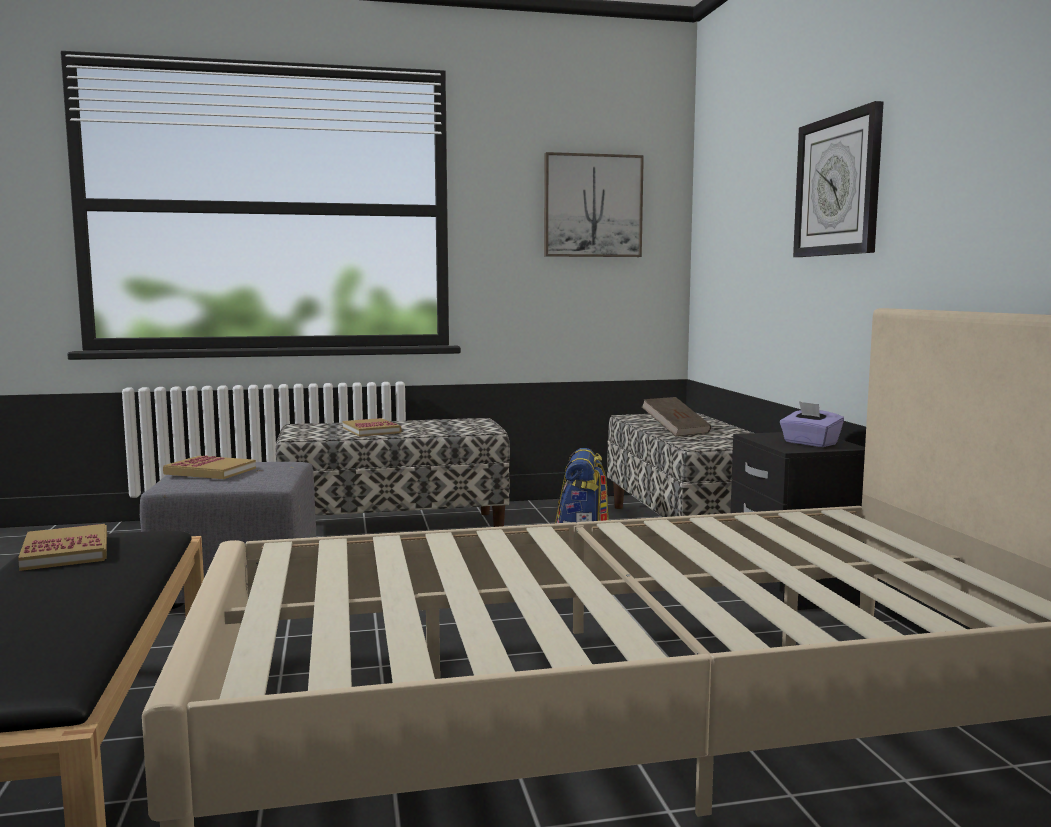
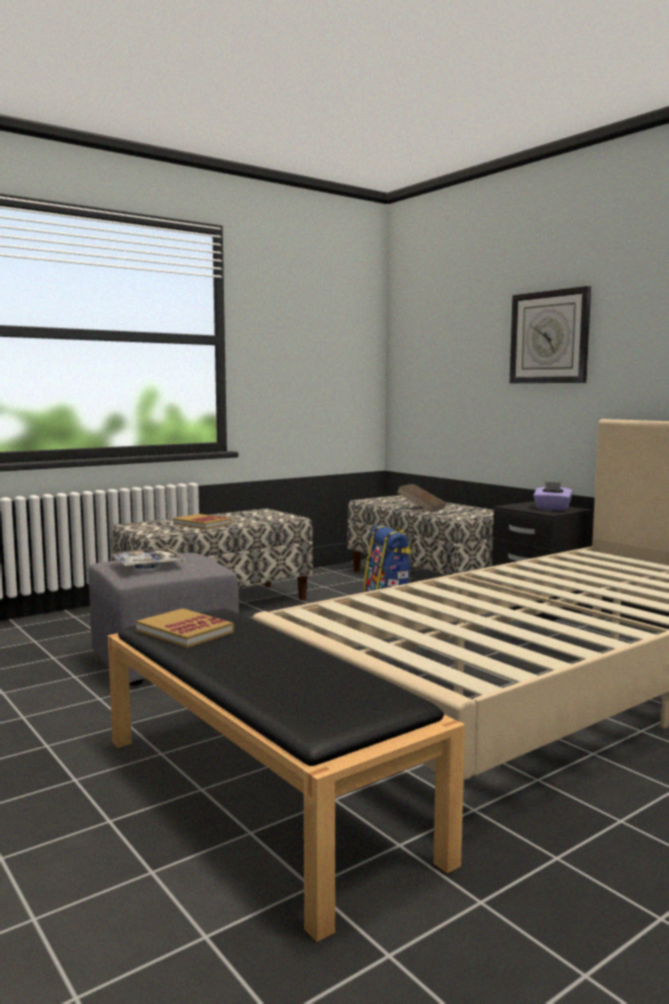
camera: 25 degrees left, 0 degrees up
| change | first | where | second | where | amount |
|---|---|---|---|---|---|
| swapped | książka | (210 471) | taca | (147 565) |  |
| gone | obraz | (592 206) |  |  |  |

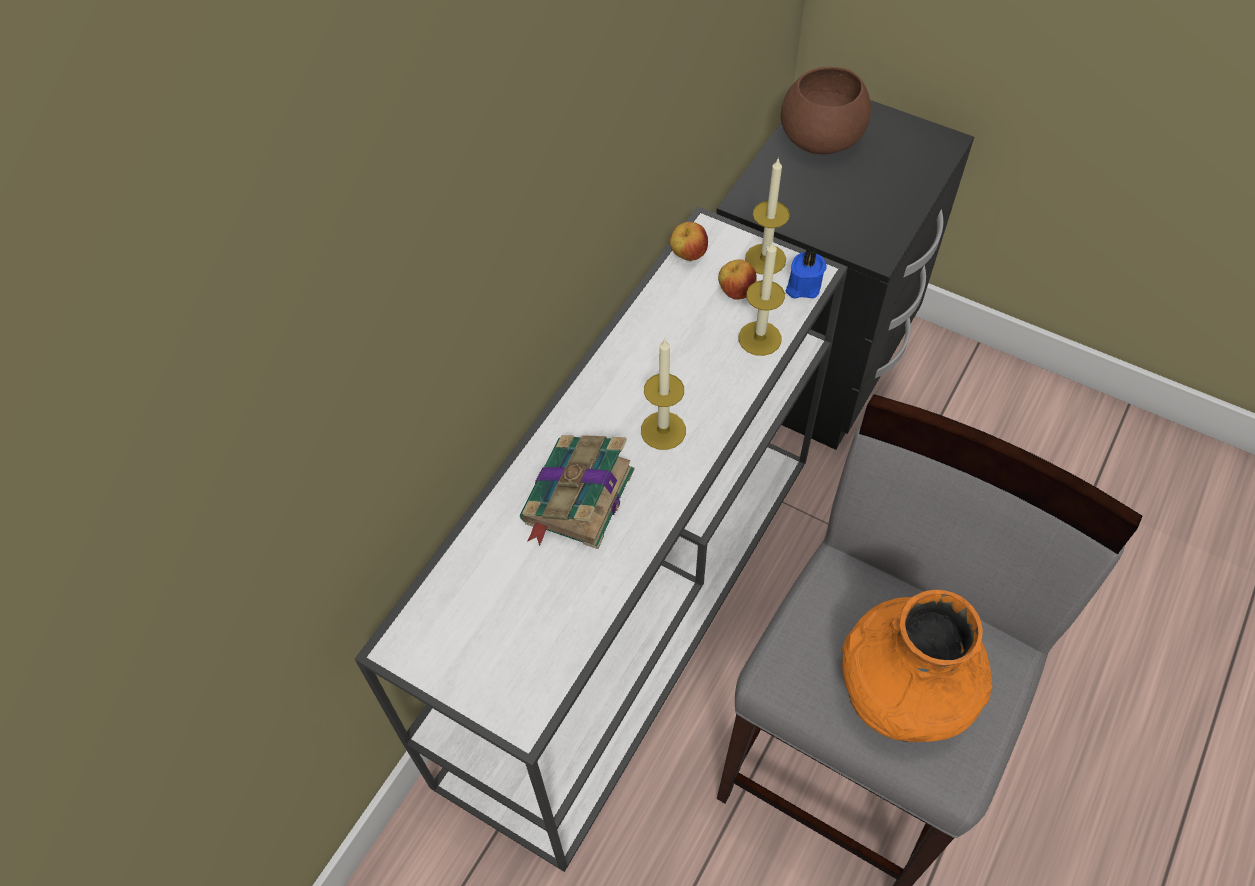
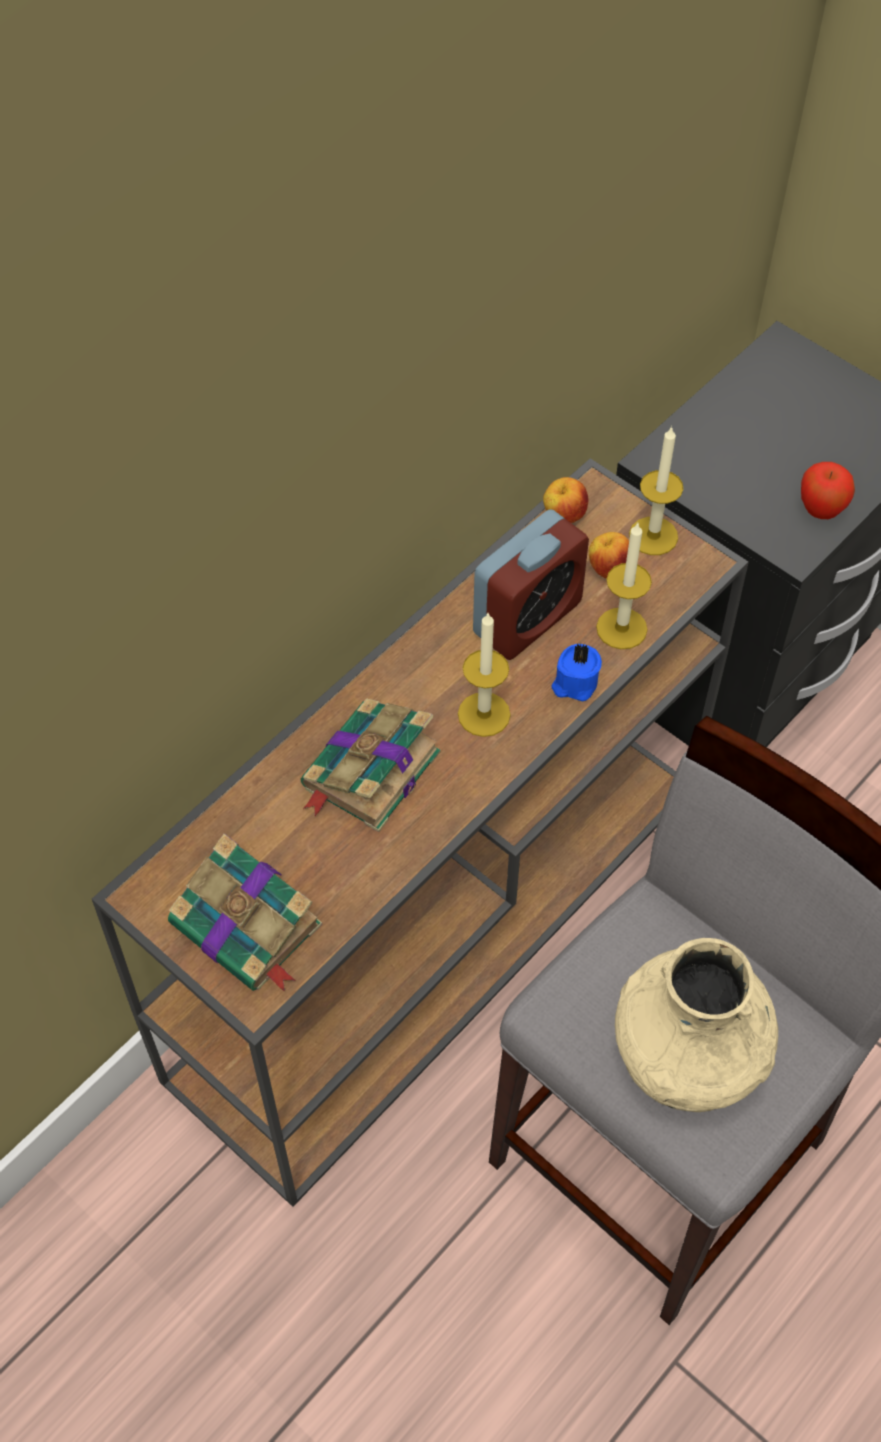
camera: 10 degrees right, 0 degrees up
| change | first | where | second | where | amount |
|---|---|---|---|---|---|
| repainted | stolik konsolowy/biały | (634 607) | stolik konsolowy/brązowy | (443 922) |  |
| new |  |  | książka | (248 926) |  |
| new |  |  | budzik | (527 618) |  |
| shifted | świeca/niebieski | (802 286) |  | (574 683) |  |
| repainted | wazon/pomarańczowy | (904 687) | wazon/beżowy | (688 1050) |  |
| new |  |  | jabłko | (820 510) |  |
| gone | miska/brązowy | (823 136) |  |  |  |

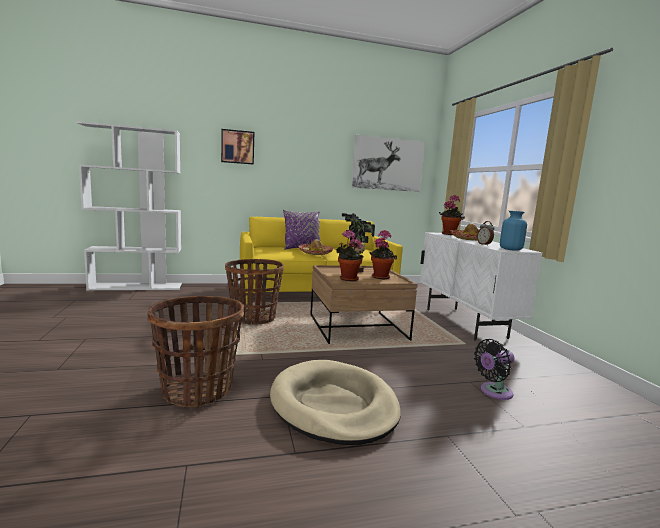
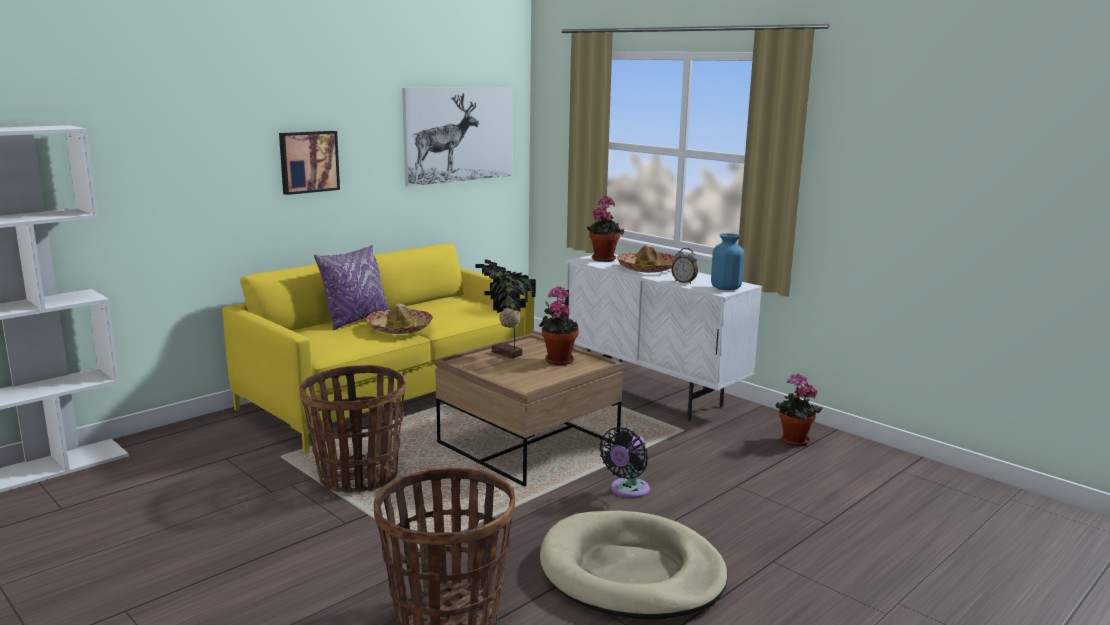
camera: 30 degrees left, 5 degrees up
| change | first | where | second | where | amount |
|---|---|---|---|---|---|
| shifted | obraz | (237 147) |  | (308 161) |  |
| shifted | wentylator/czarny | (493 392) |  | (627 491) |  |
| shifted | roślina doniczkowa | (347 279) |  | (793 441) |  |

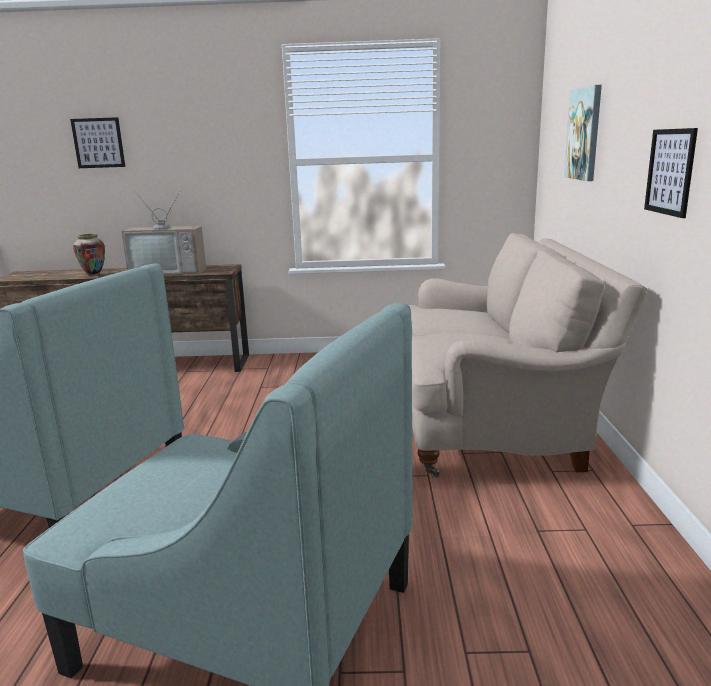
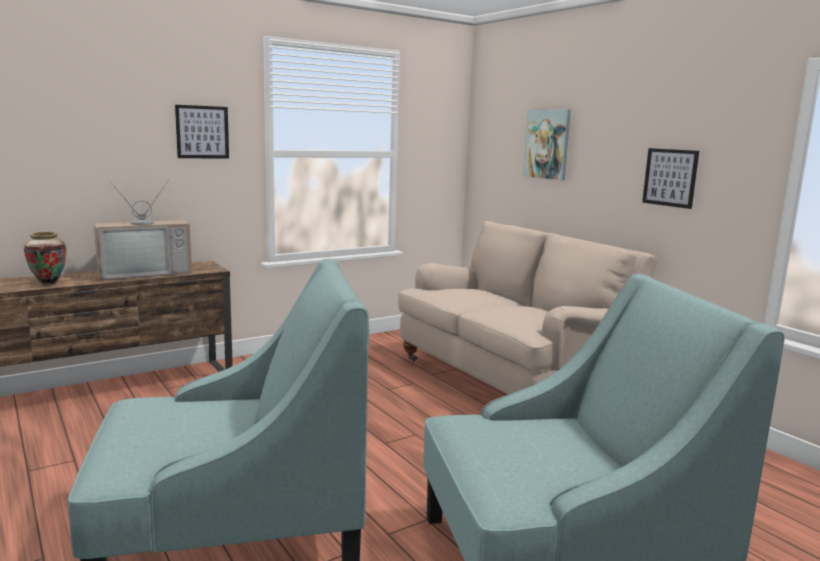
camera: 35 degrees left, 5 degrees down
| change | first | where | second | where | amount |
|---|---|---|---|---|---|
| shifted | obraz | (98 143) |  | (202 132) |  |

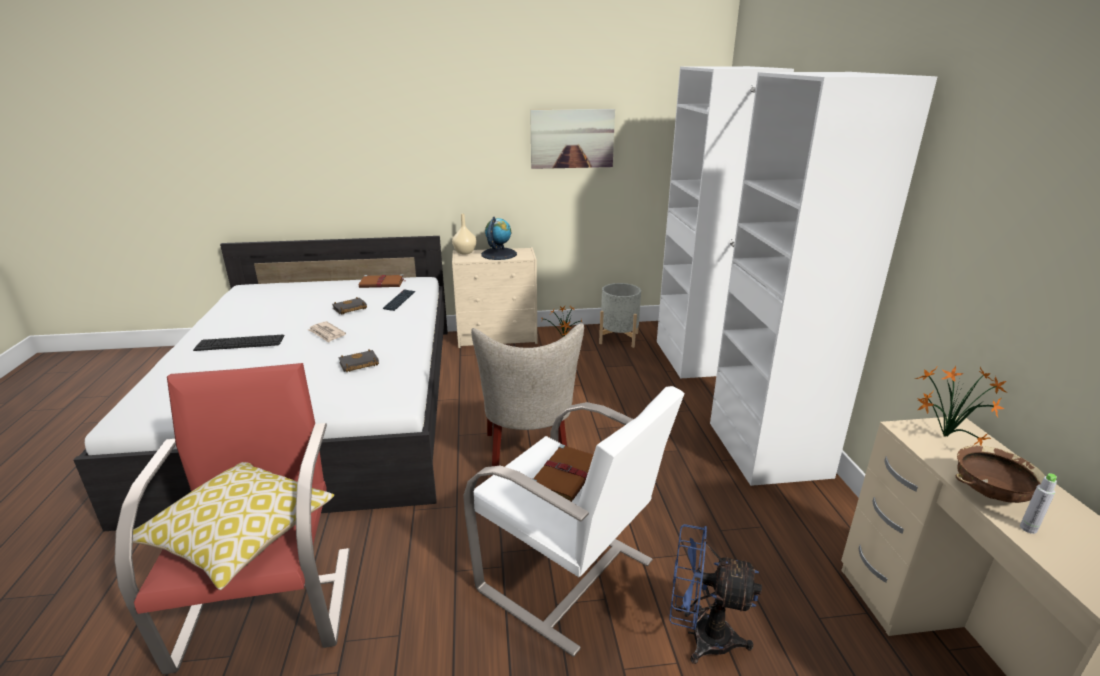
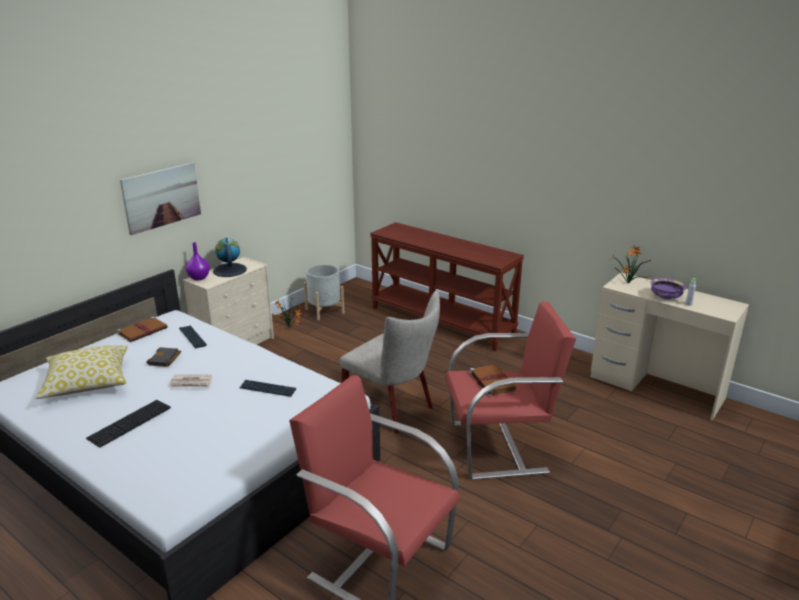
camera: 45 degrees left, 0 degrees up
| change | first | where | second | where | amount |
|---|---|---|---|---|---|
| shifted | poduszka | (238 535) |  | (87 383) |  |
| shifted | obraz | (572 138) |  | (162 197) |  |
| repainted | wazon/beżowy | (464 252) | wazon/fioletowy | (198 278) |  |
| swapped | książka/czarny | (358 365) | klawiatura | (267 389) |  |
| swapped | szafa/biały | (729 397) | stolik konsolowy/brązowy | (442 320) |  |
| repainted | fotel/biały | (568 576) | fotel/czerwony | (499 447) |  |
| repainted | miska/brązowy | (991 491) | miska/fioletowy | (665 297) |  |
| gone | wentylator/niebieski | (700 636) |  |  |  |

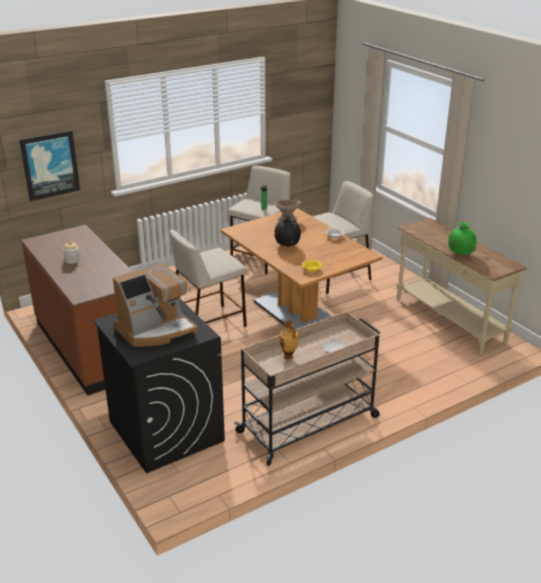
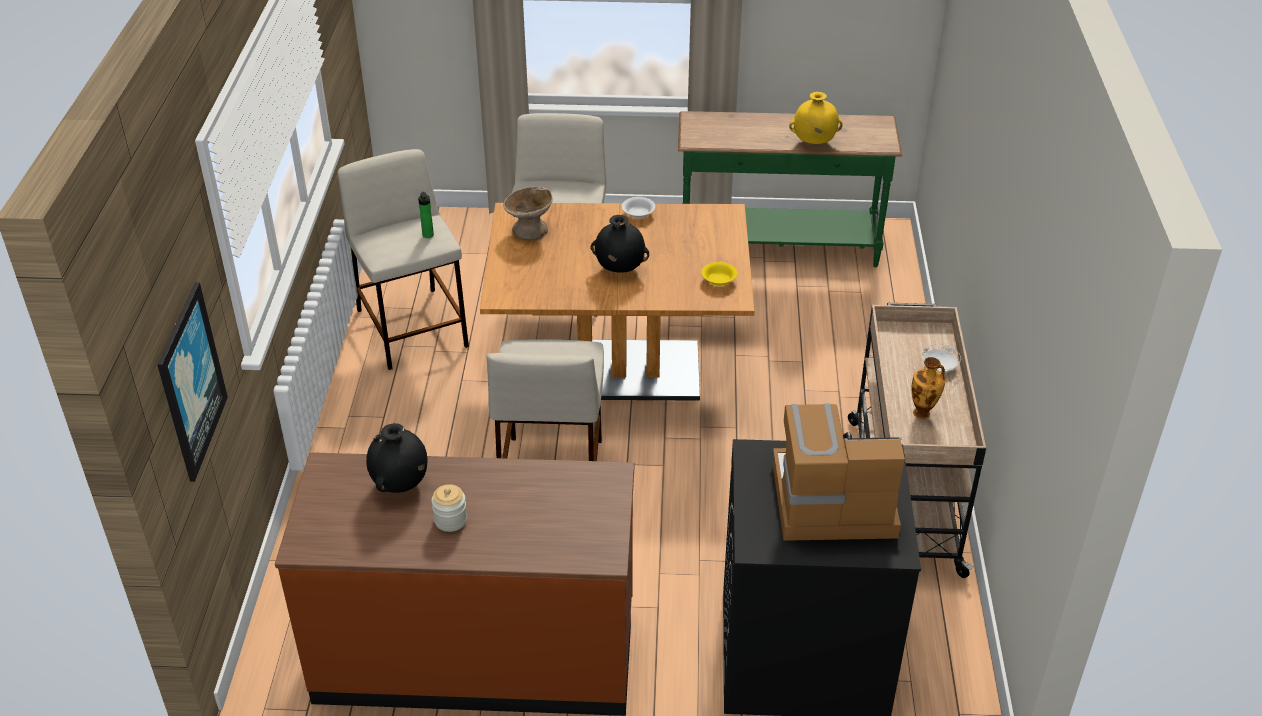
camera: 55 degrees left, 10 degrees up
| change | first | where | second | where | amount |
|---|---|---|---|---|---|
| new |  |  | wazon/czarny | (400 485) |  |
| repainted | stolik konsolowy/beżowy | (448 320) | stolik konsolowy/zielony | (779 249) |  |
| rotated | ekspres do kawy | (156 330) |  | (831 502) | 90 degrees counterclockwise |
| repainted | wazon/zielony | (460 254) | wazon/żółty | (813 143) |  |

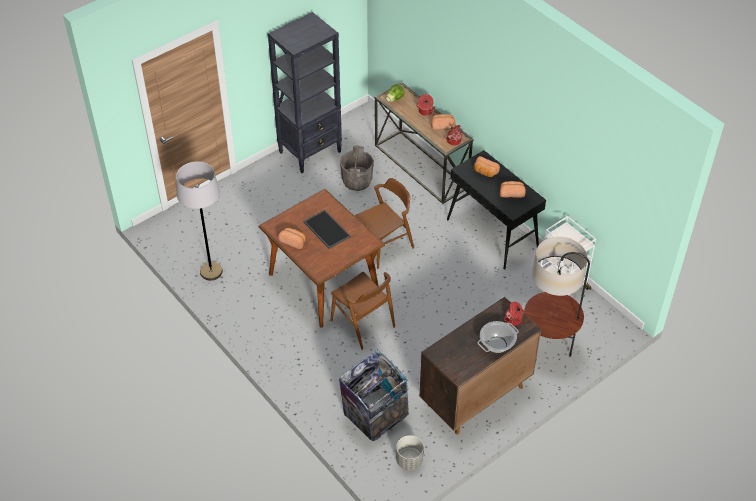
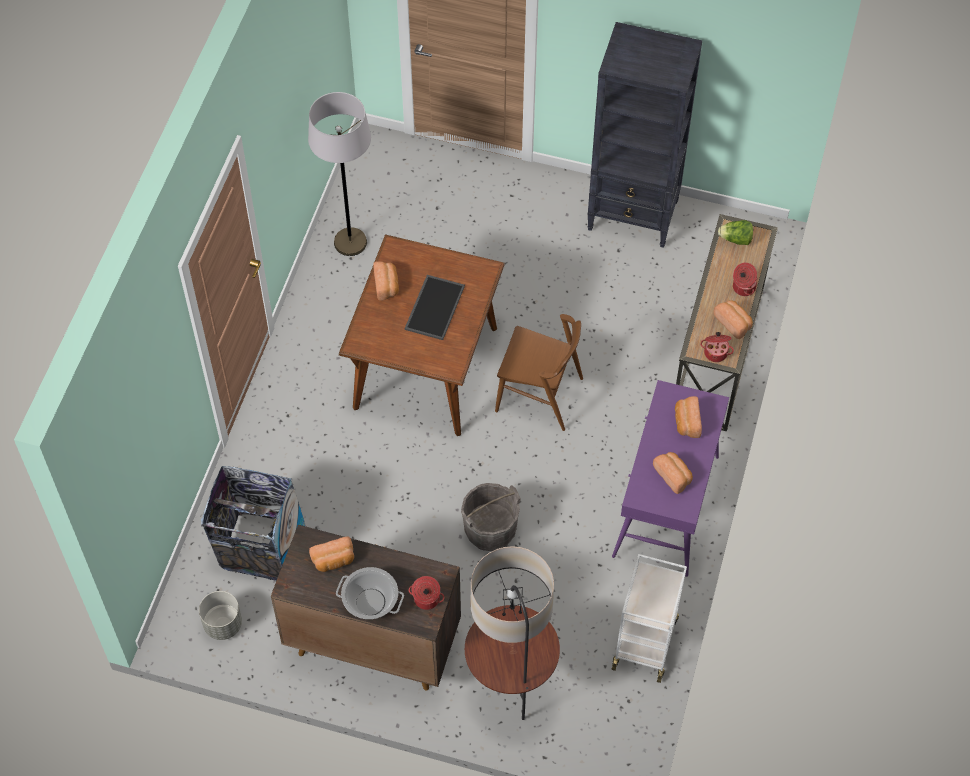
camera: 55 degrees right, 10 degrees up
| change | first | where | second | where | amount |
|---|---|---|---|---|---|
| new |  |  | chleb | (334 560) |  |
| shifted | wiadro/szary | (357 181) |  | (490 530) |  |
| repainted | stolik konsolowy/czarny | (493 233) | stolik konsolowy/fioletowy | (666 507) |  |
| gone | krzesło/brązowy | (363 324) |  |  |  |

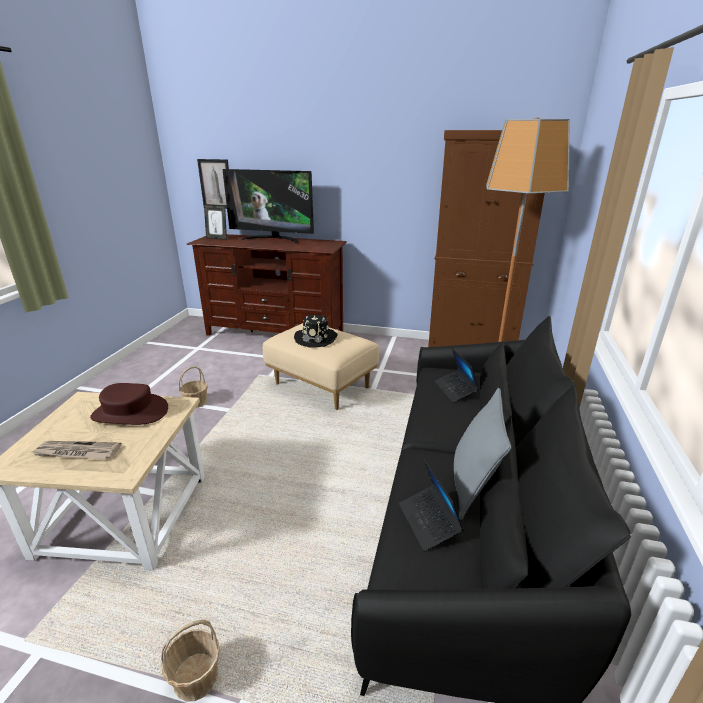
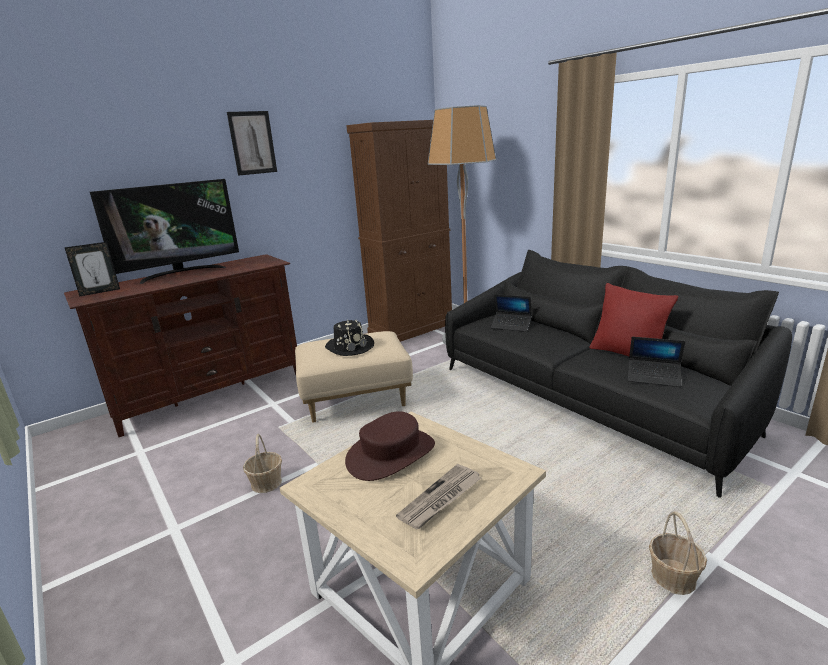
camera: 50 degrees left, 5 degrees down
| change | first | where | second | where | amount |
|---|---|---|---|---|---|
| shifted | obraz | (215 184) |  | (252 143) |  |
| repainted | poduszka/szary | (473 485) | poduszka/czerwony | (627 354) |  |

